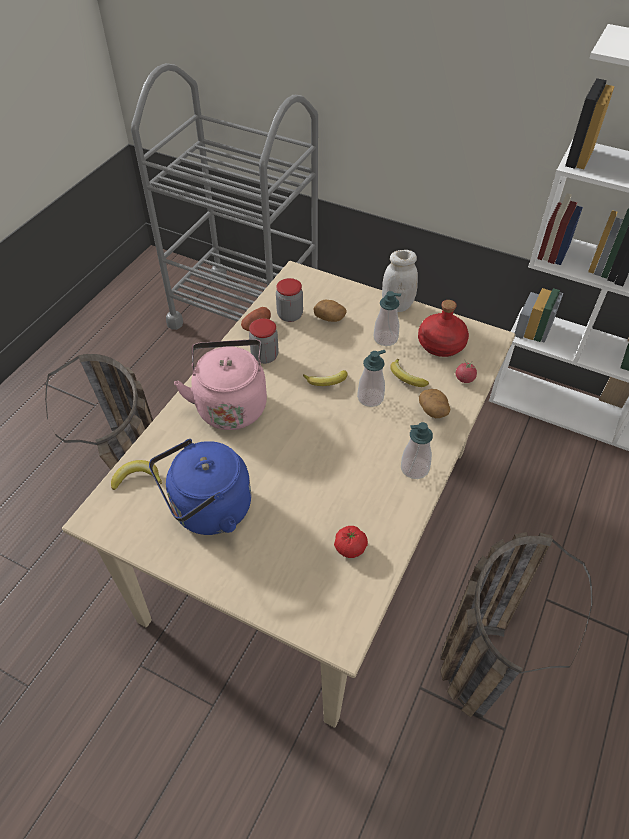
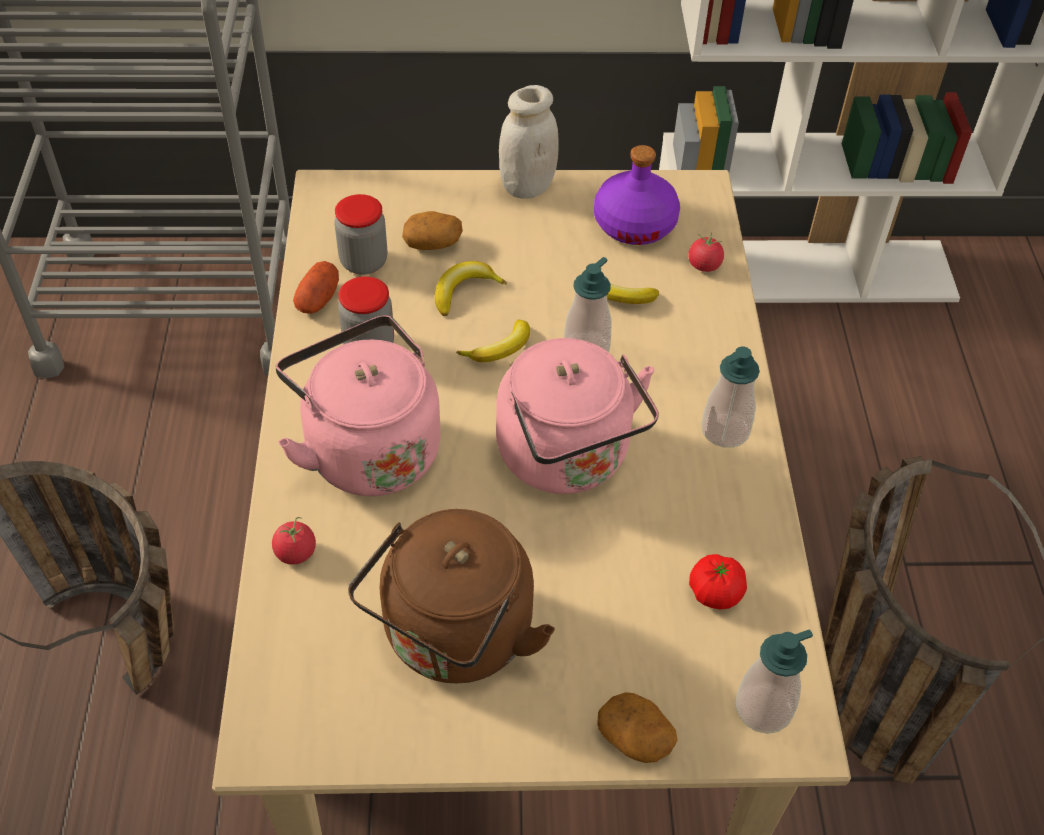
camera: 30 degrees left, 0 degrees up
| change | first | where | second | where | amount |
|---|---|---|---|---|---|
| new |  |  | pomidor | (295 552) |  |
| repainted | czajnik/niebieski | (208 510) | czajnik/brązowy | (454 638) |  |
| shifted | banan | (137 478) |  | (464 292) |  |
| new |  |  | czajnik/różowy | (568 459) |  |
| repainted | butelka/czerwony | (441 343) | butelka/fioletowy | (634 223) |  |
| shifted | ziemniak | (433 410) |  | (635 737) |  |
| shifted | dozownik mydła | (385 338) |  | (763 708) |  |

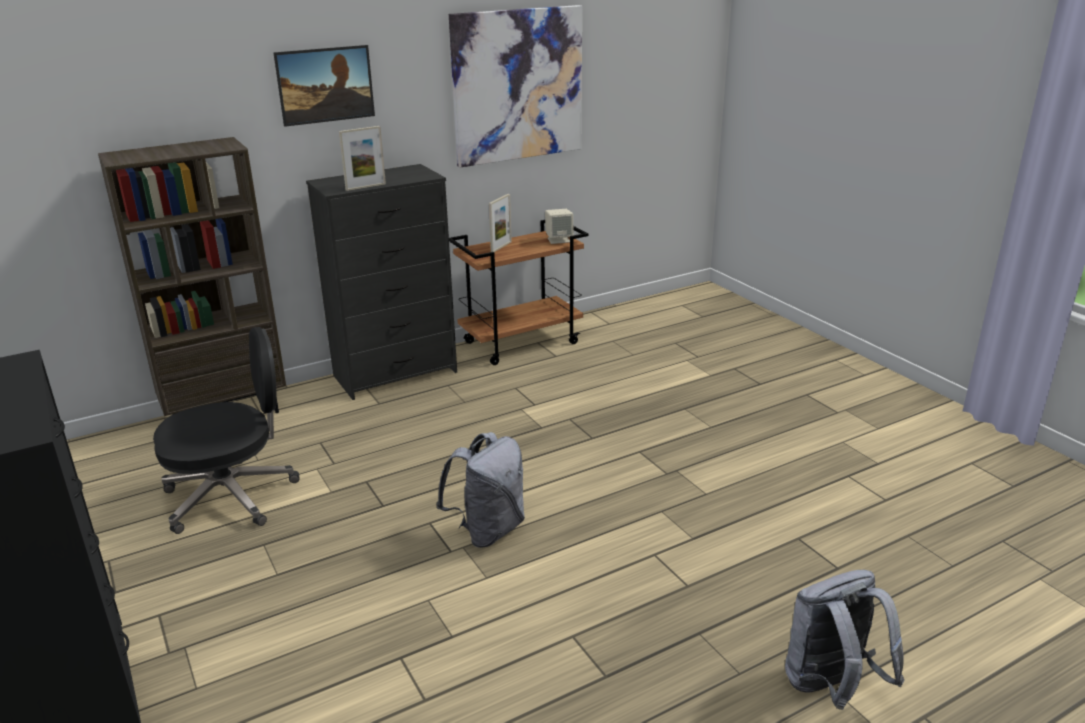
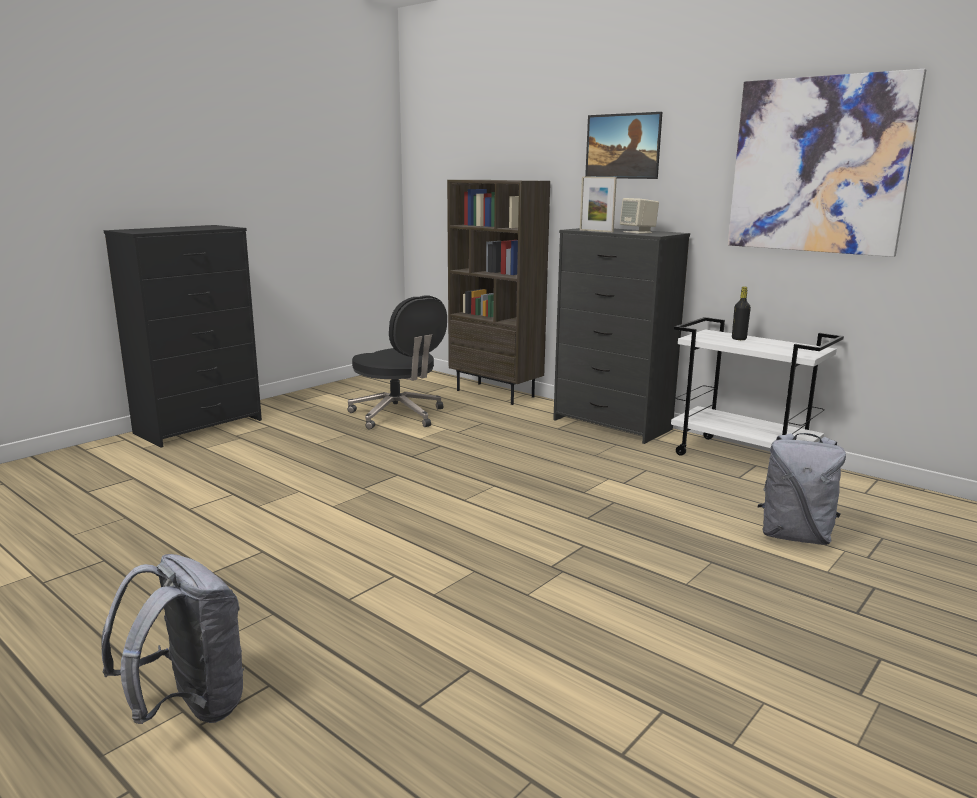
camera: 70 degrees right, 10 degrees down
| change | first | where | second | where | amount |
|---|---|---|---|---|---|
| shifted | głośnik/beżowy | (559 240) |  | (638 232) |  |
| repainted | wózek/brązowy | (522 342) | wózek/biały | (743 458) |  |
| swapped | ramka na zdjęcie | (501 247) | butelka/czarny | (739 339) |  |
| shifted | plecak/szary | (488 530) |  | (795 536) |  |

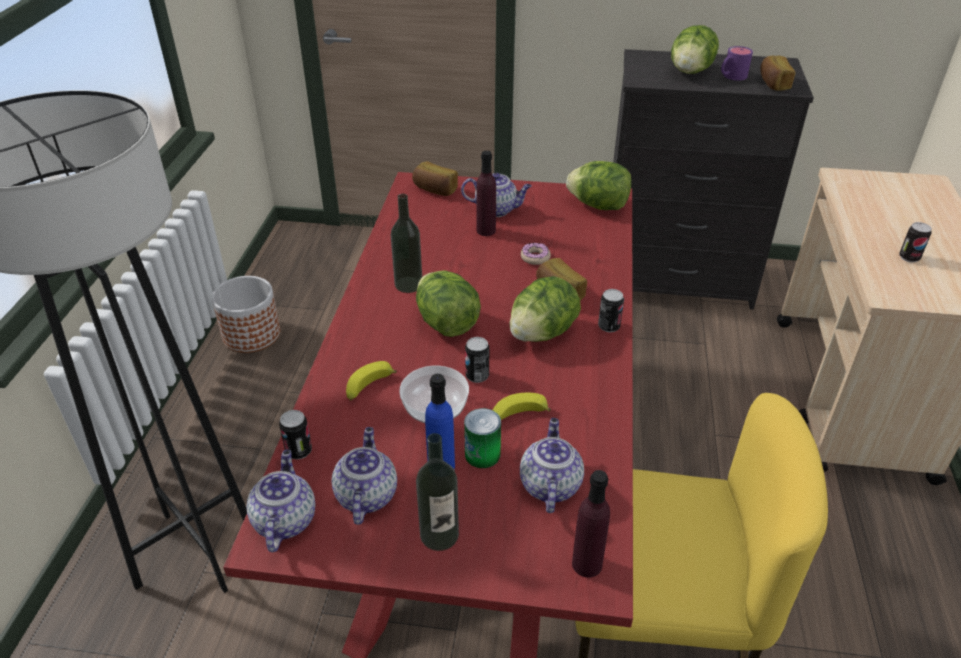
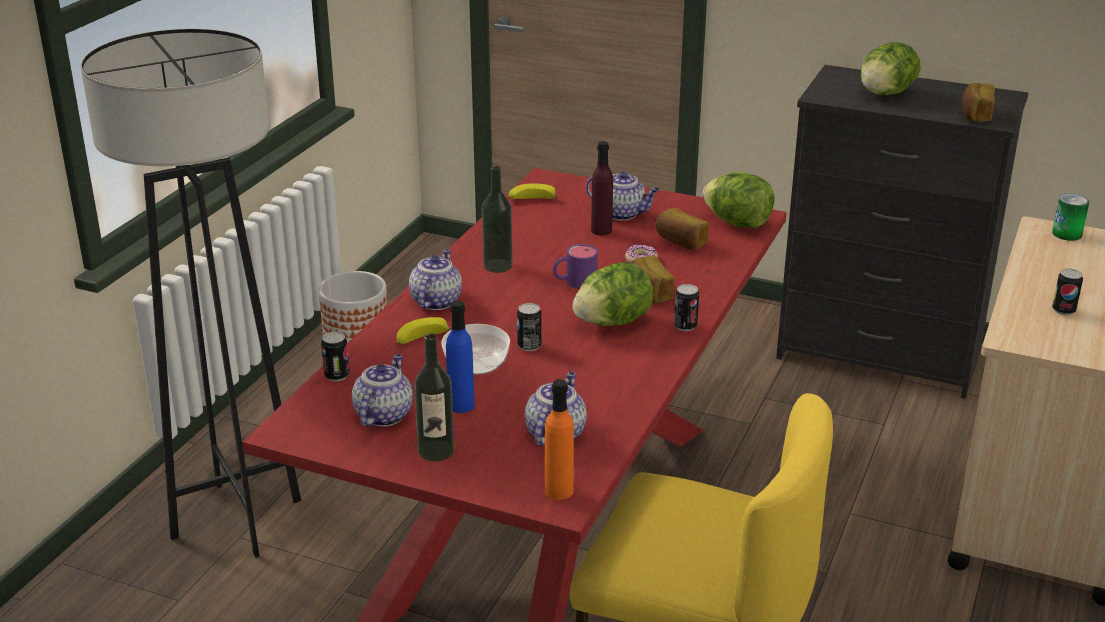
camera: 15 degrees right, 10 degrees down
| change | first | where | second | where | amount |
|---|---|---|---|---|---|
| shifted | imbryk | (284 520) |  | (436 301) |  |
| shifted | banan | (517 415) |  | (531 200) |  |
| repainted | butelka/fioletowy | (587 564) | butelka/pomarańczowy | (559 491) |  |
| shifted | kubek/fioletowy | (731 77) |  | (574 282) |  |
| shifted | chleb | (435 190) |  | (680 242) |  |
| shifted | puszka | (482 454) |  | (1067 234) |  |
| gone | sałata | (446 323) |  |  |  |

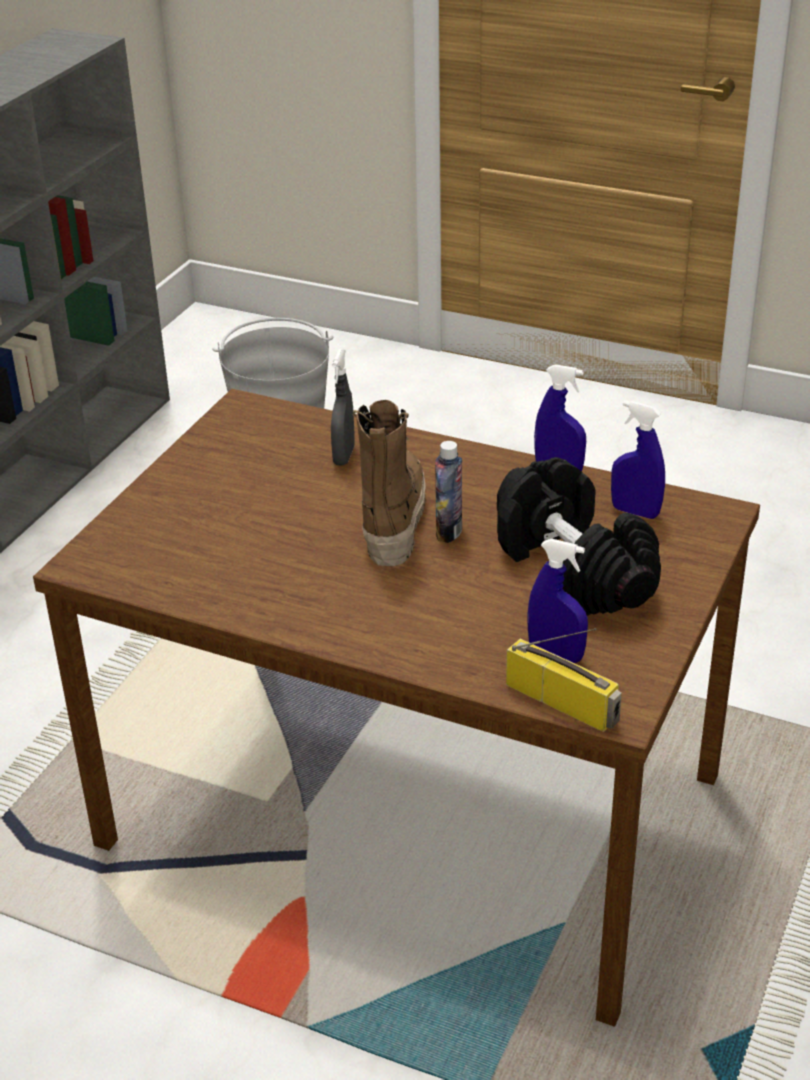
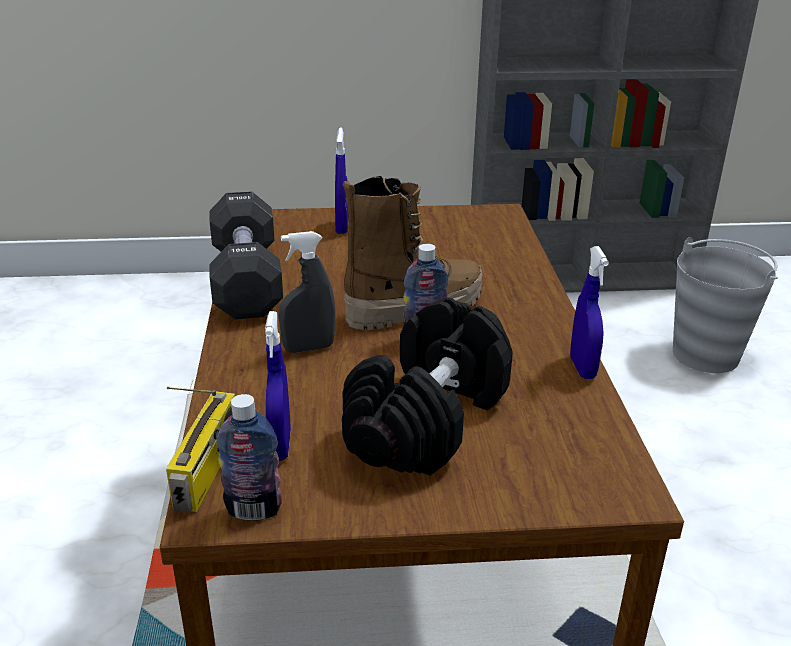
camera: 60 degrees right, 5 degrees down
| change | first | where | second | where | amount |
|---|---|---|---|---|---|
| new |  |  | hantel/czarny | (246 280) |  |
| new |  |  | butelka | (253 510) |  |
| shifted | spryskiwacz/szary | (344 456) |  | (308 348) |  |
| shifted | spryskiwacz/niebieski | (635 512) |  | (342 227) |  |

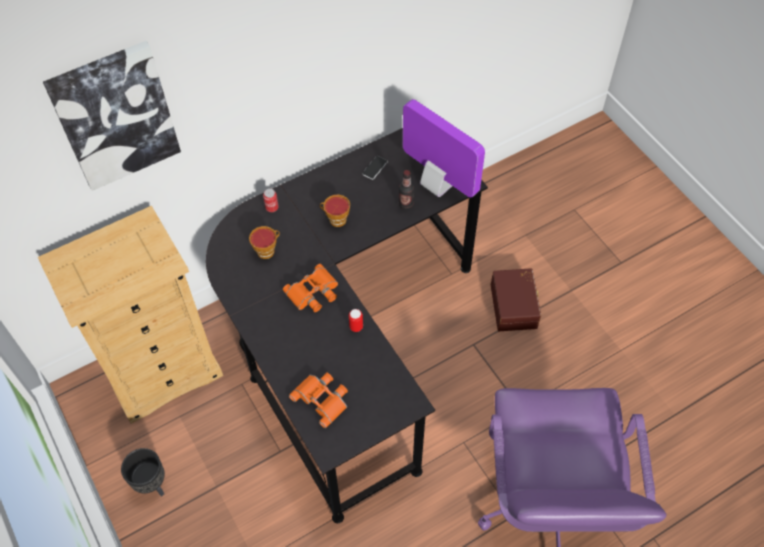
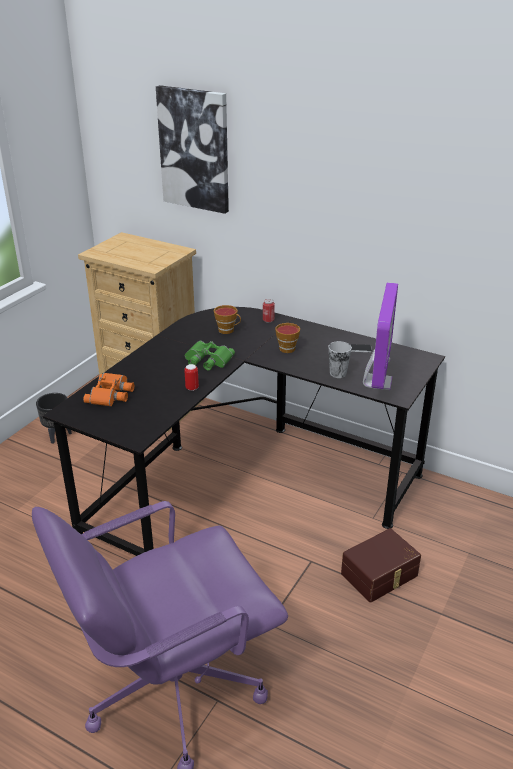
camera: 60 degrees right, 25 degrees down
| change | first | where | second | where | amount |
|---|---|---|---|---|---|
| repainted | lornetka/pomarańczowy | (313 293) | lornetka/zielony | (207 360) |  |
| swapped | butelka | (406 204) | filiżanka | (338 373) |  |

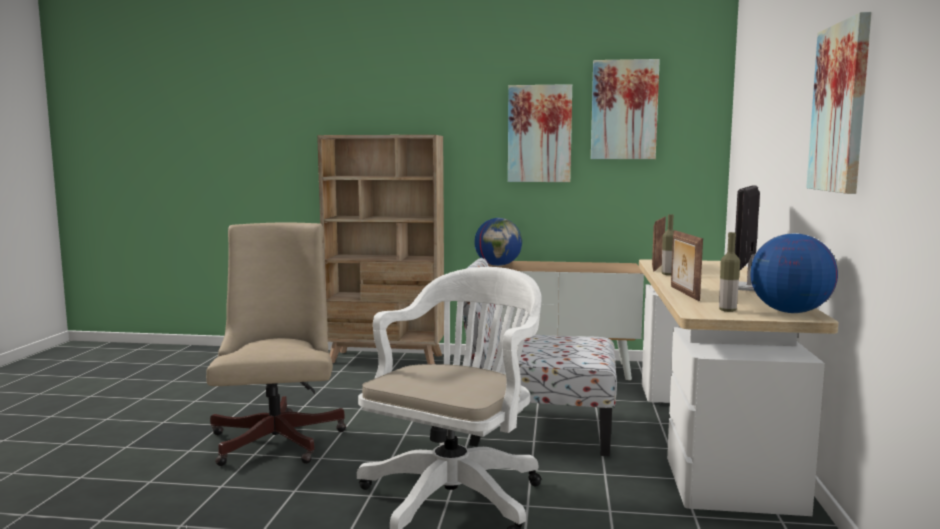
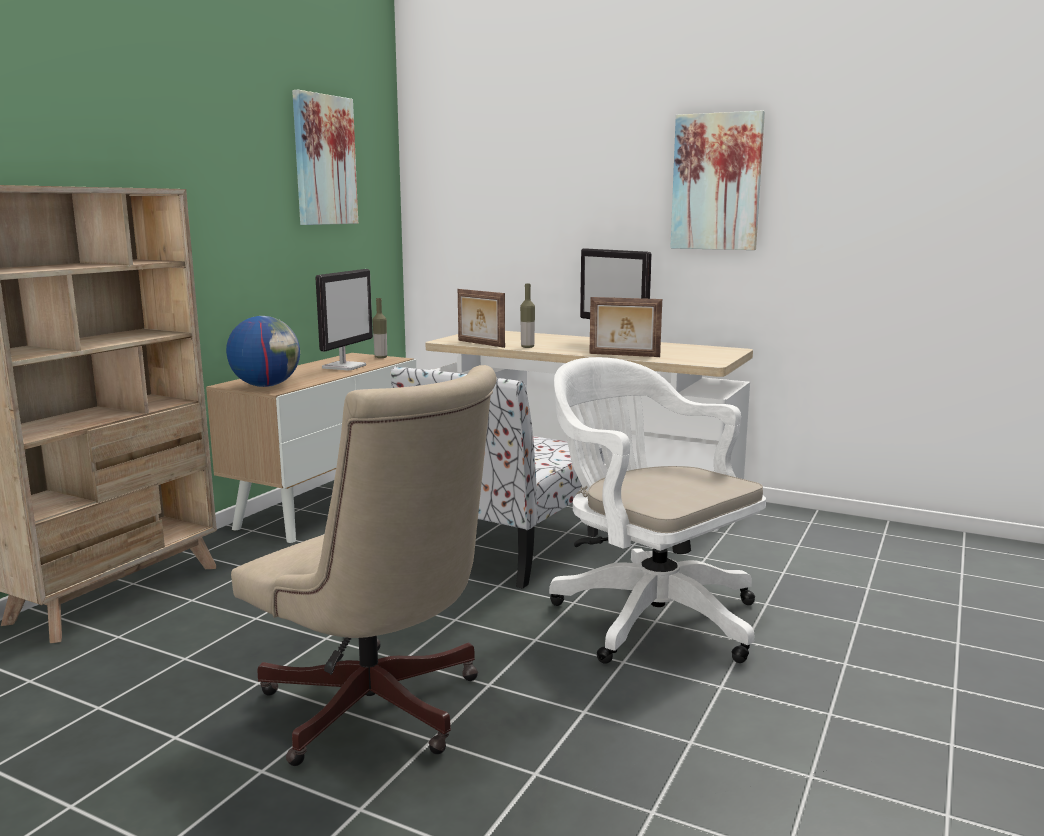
camera: 70 degrees left, 5 degrees up
| change | first | where | second | where | amount |
|---|---|---|---|---|---|
| rotated | krzesło biurowe/beżowy | (279 437) |  | (379 713) | 150 degrees counterclockwise |
| new |  |  | monitor | (344 367) |  |
| shifted | butelka | (727 310) |  | (381 357) |  |
| gone | obraz | (539 134) |  |  |  |
| gone | globus | (789 312) |  |  |  |

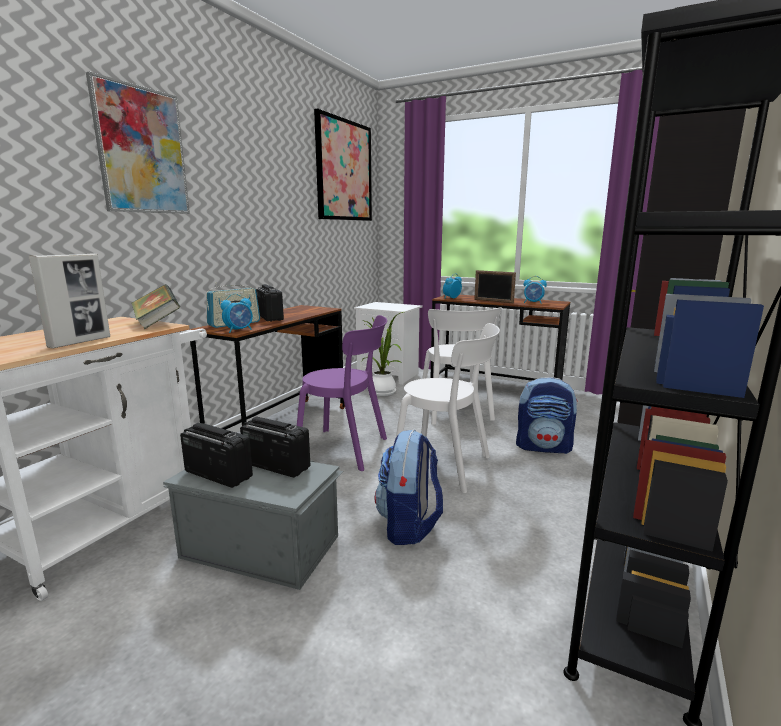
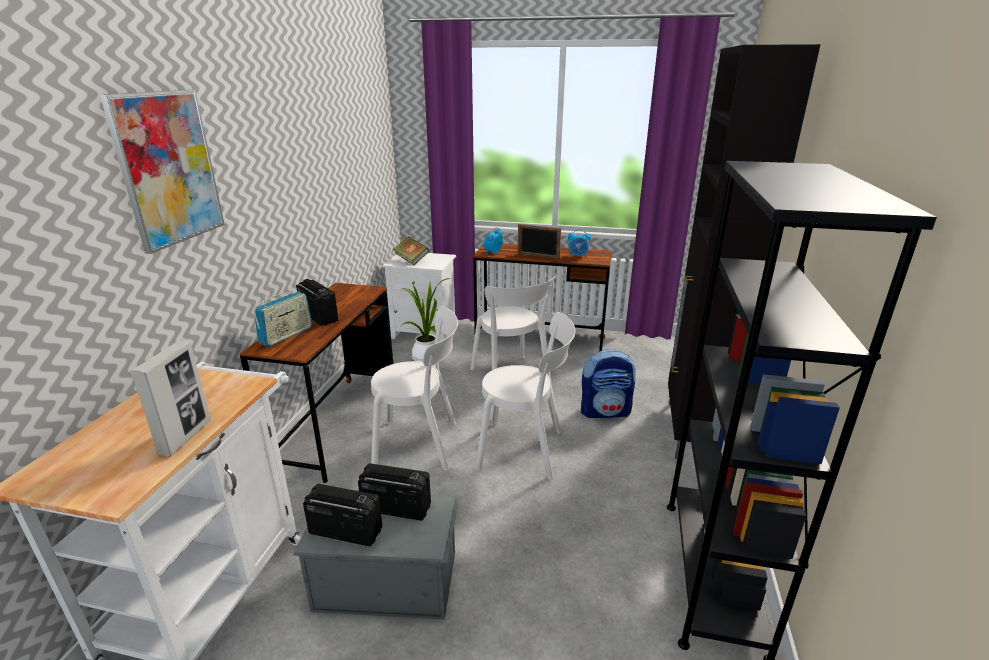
camera: 15 degrees left, 10 degrees up
| change | first | where | second | where | amount |
|---|---|---|---|---|---|
| repainted | krzesło/fioletowy | (346 449) | krzesło/biały | (421 444) |  |
| shifted | książka | (157 323) |  | (411 260) |  |
| gone | budzik | (239 330) |  |  |  |
| gone | obraz | (344 171) |  |  |  |
| gone | plecak | (409 525) |  |  |  |

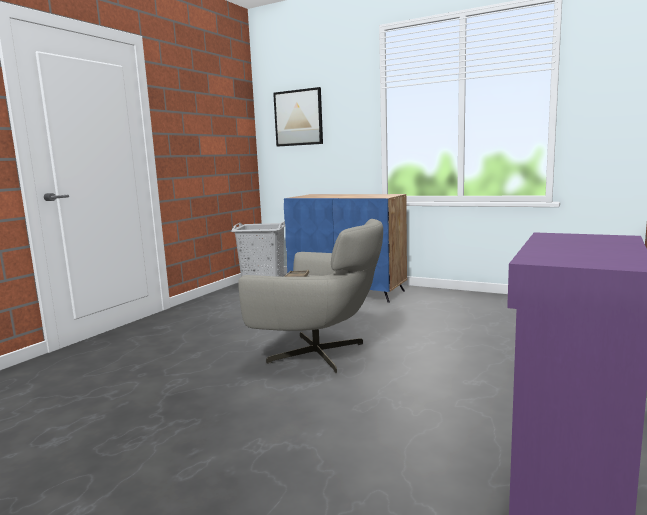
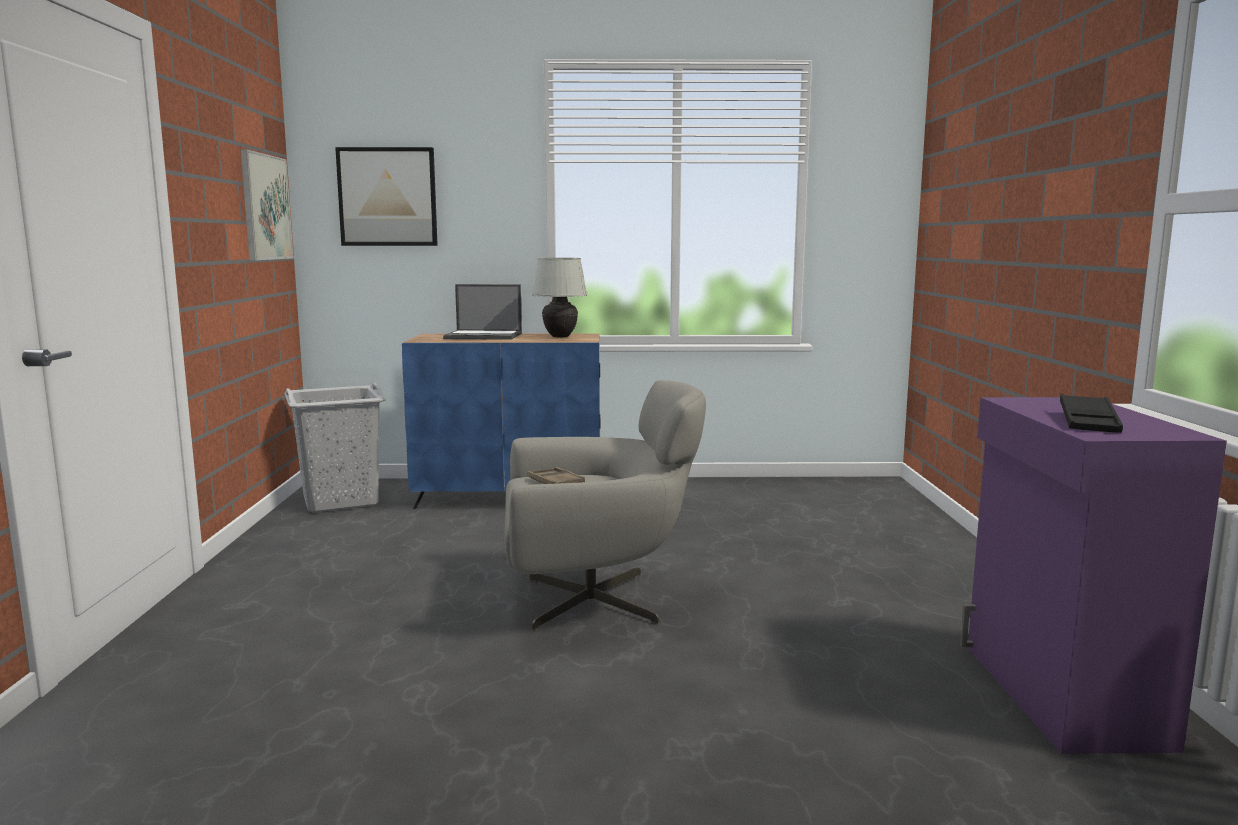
camera: 30 degrees left, 0 degrees up
| change | first | where | second | where | amount |
|---|---|---|---|---|---|
| new |  |  | obraz | (265 207) |  |
| new |  |  | laptop | (484 336) |  |
| new |  |  | lampa stołowa/biały | (560 337) |  |
| new |  |  | taca/czarny | (1088 421) |  |

